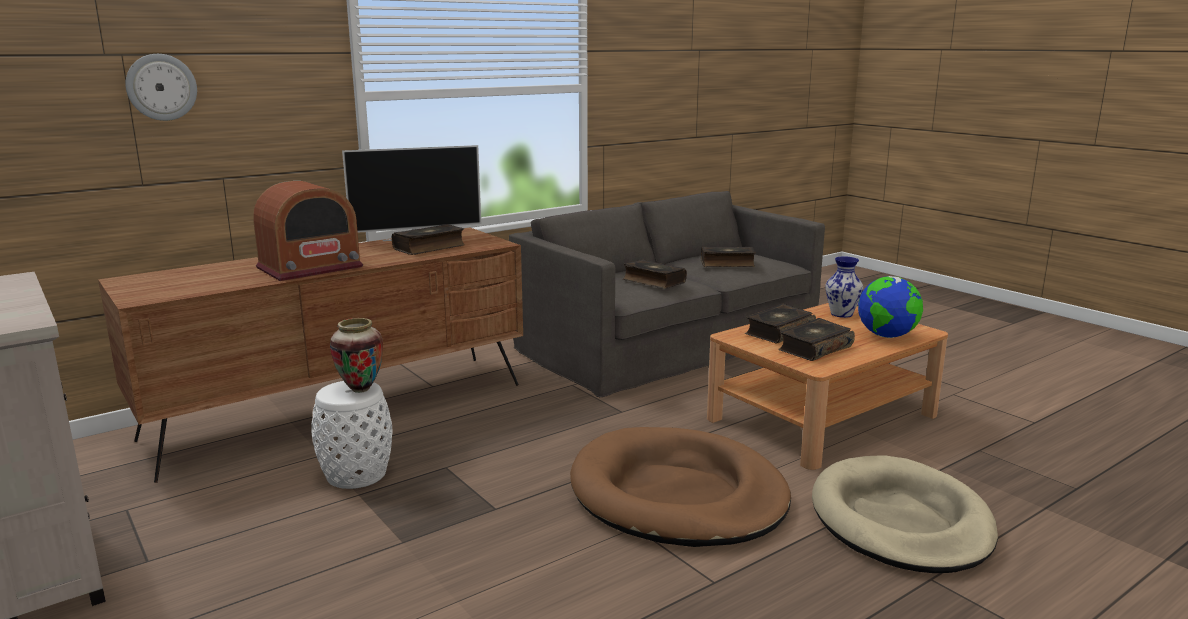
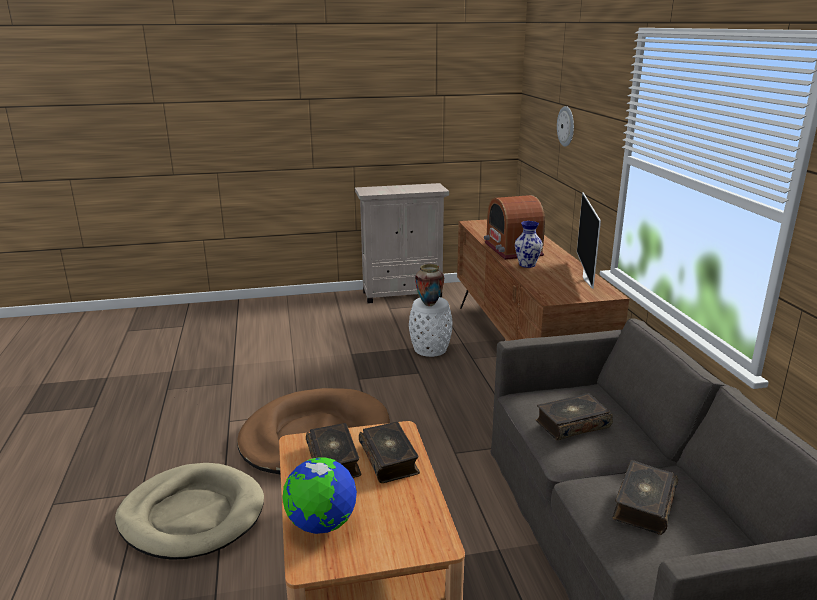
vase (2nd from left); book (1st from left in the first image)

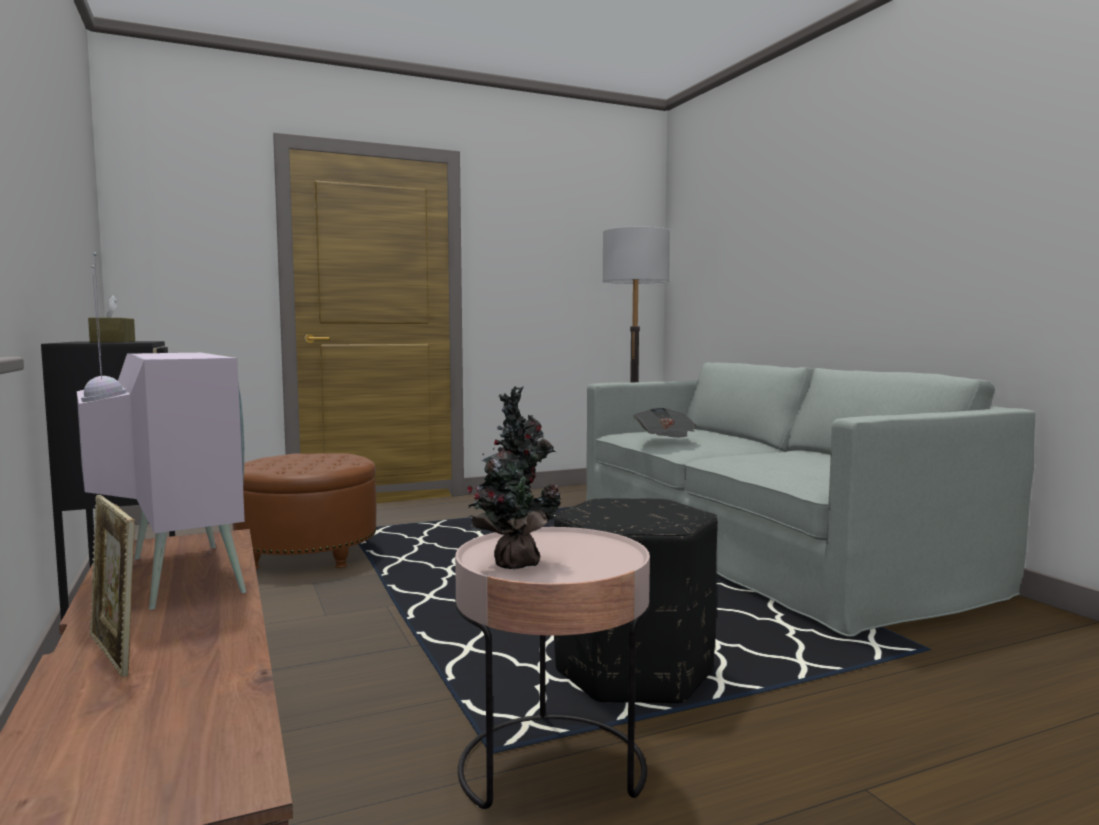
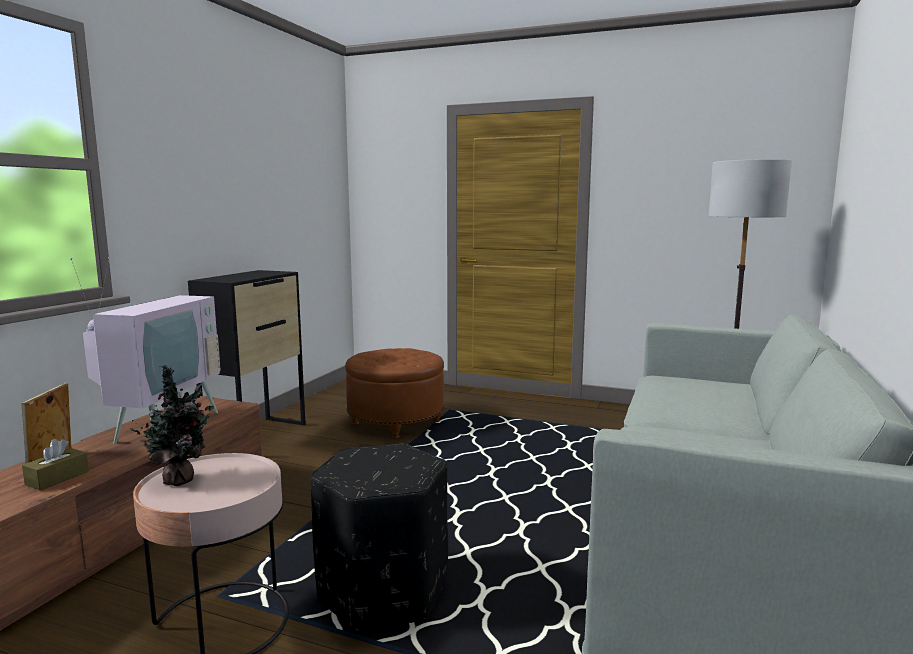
tissue box in brown; newspaper

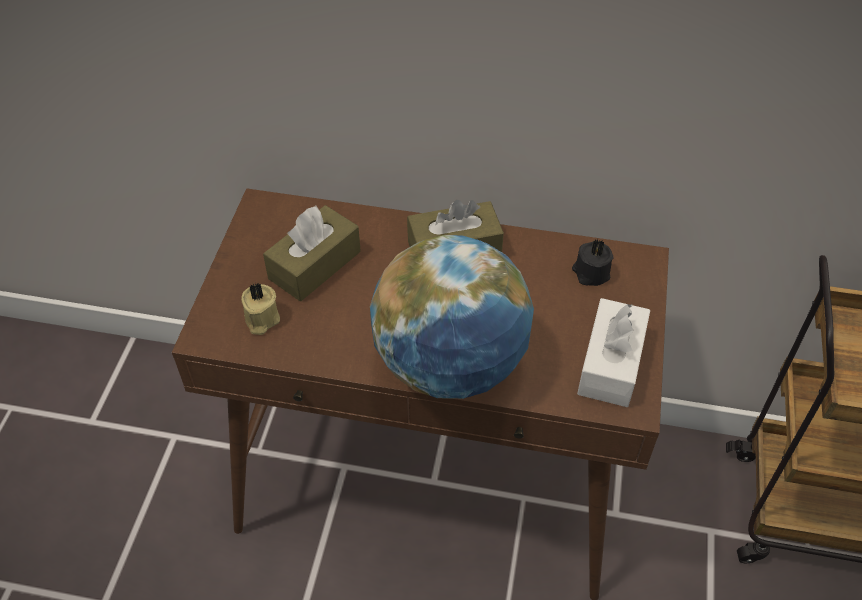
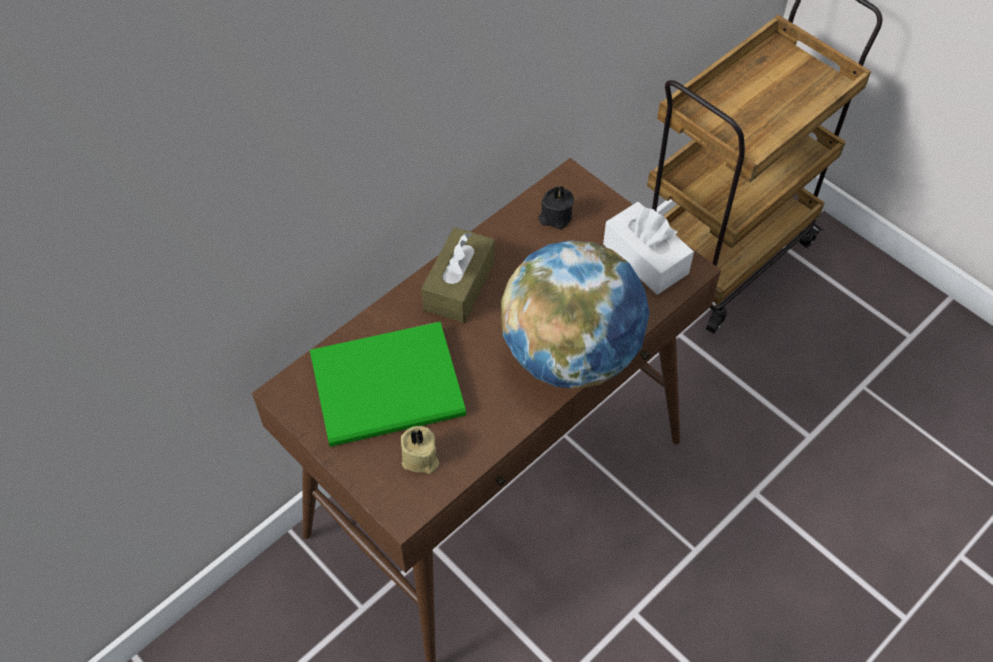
book in green

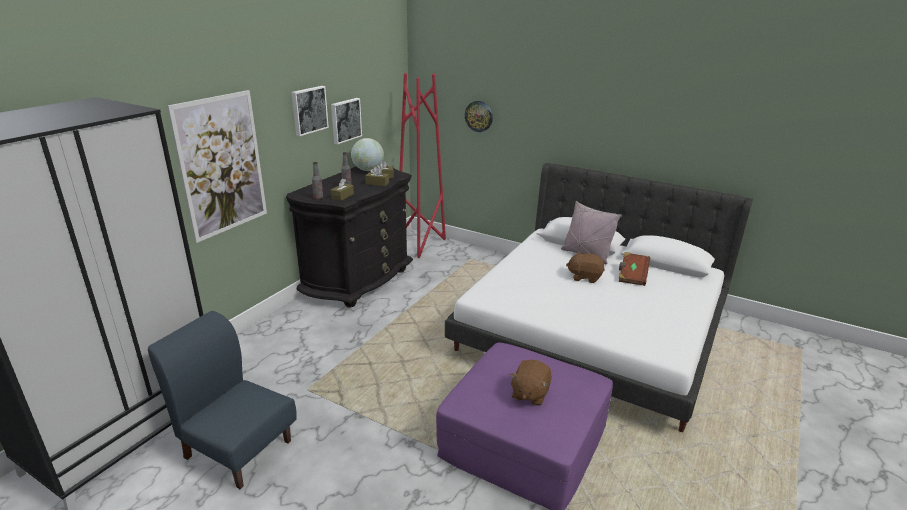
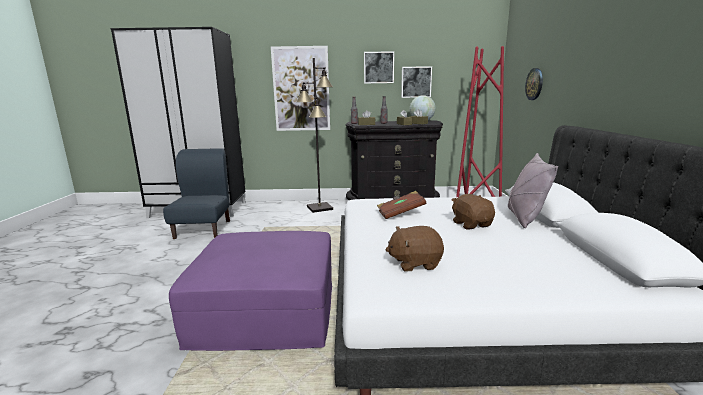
floor lamp in black; book in brown; plush toy in brown (1st from left)

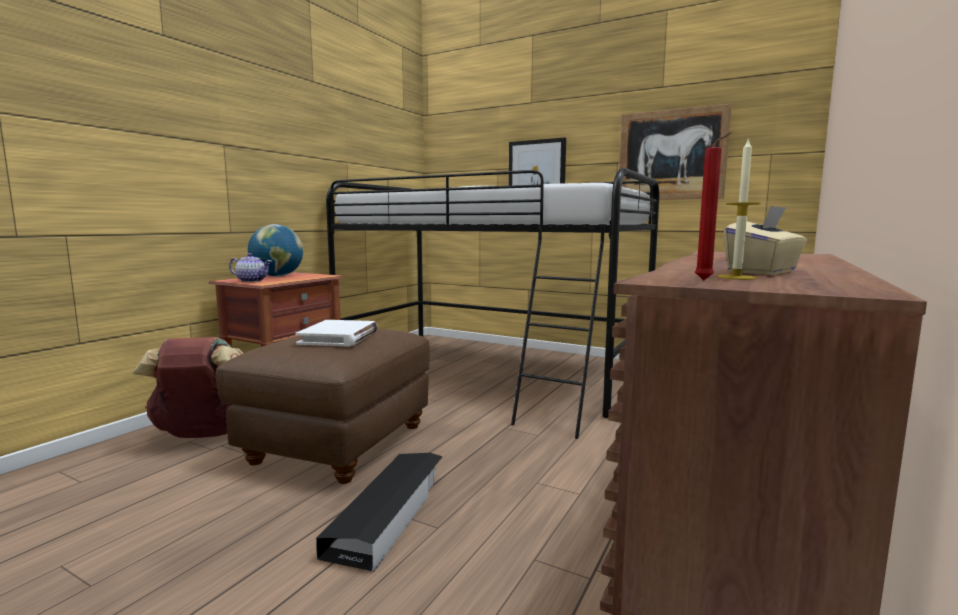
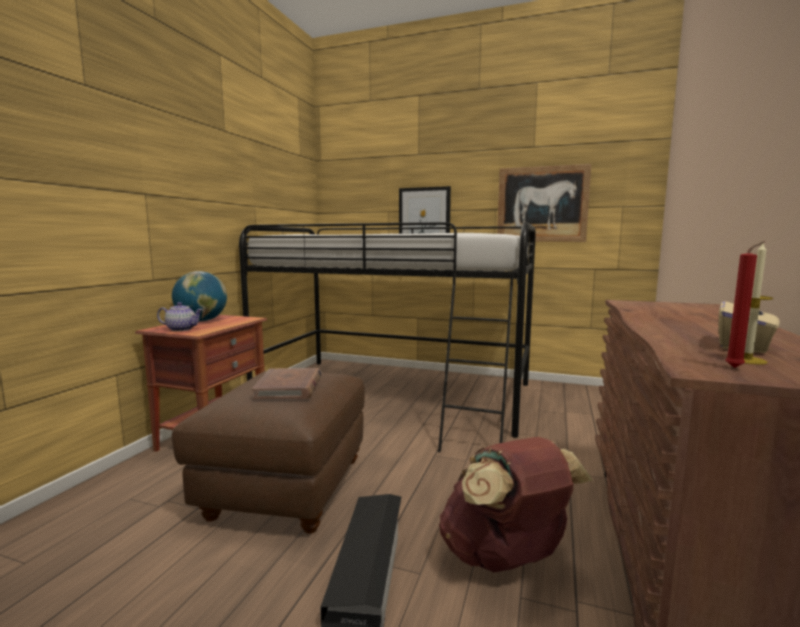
book in brown; backpack in brown

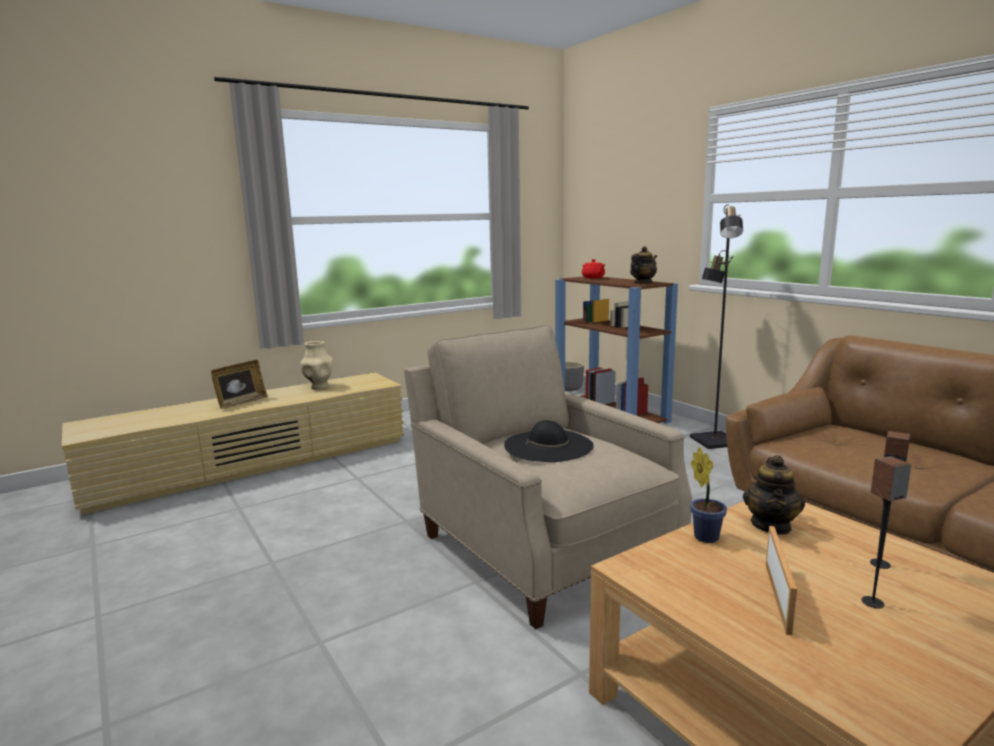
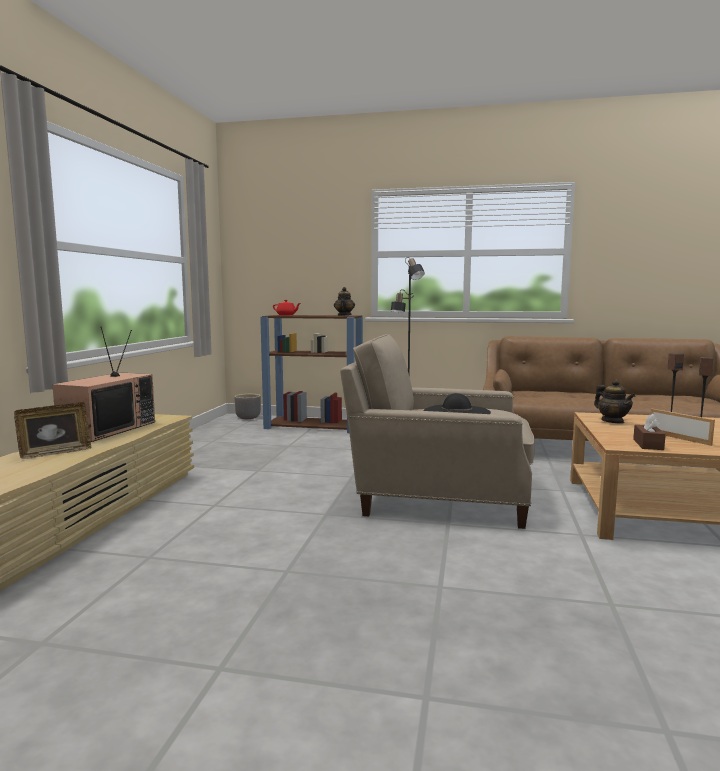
picture frame (1st from left); television; tissue box in brown; potted plant

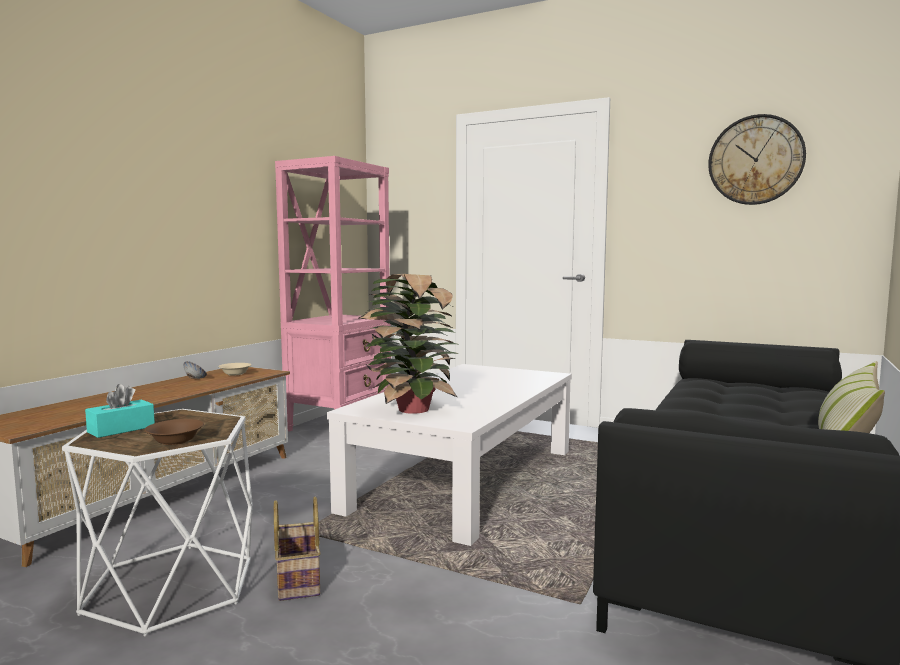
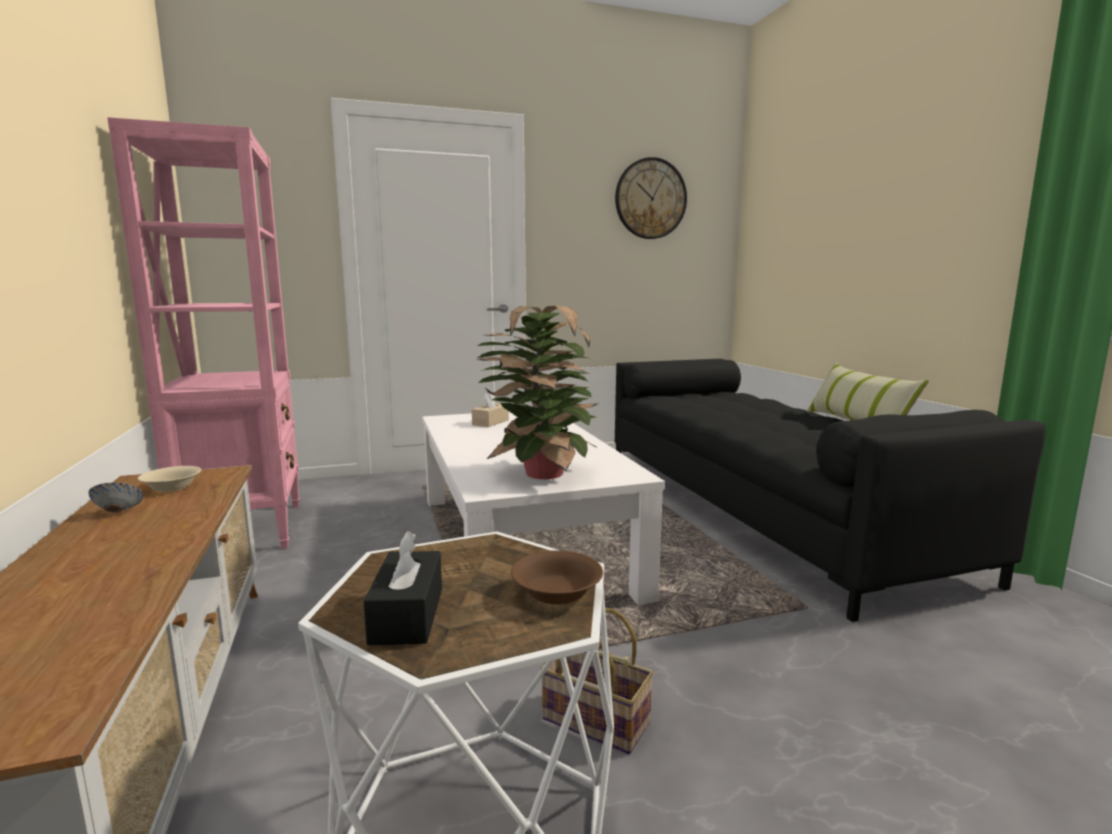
tissue box in black; tissue box in beige

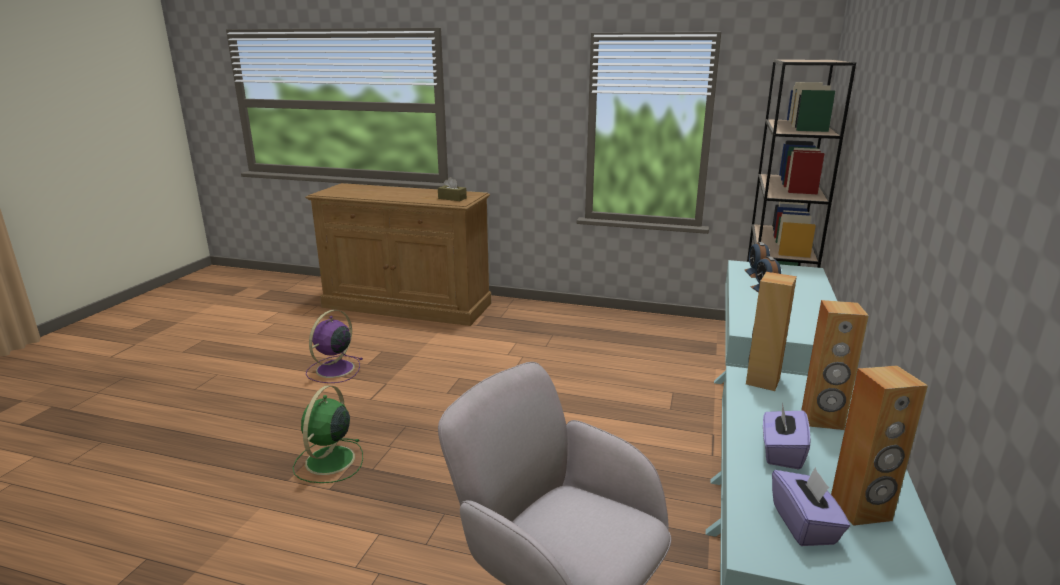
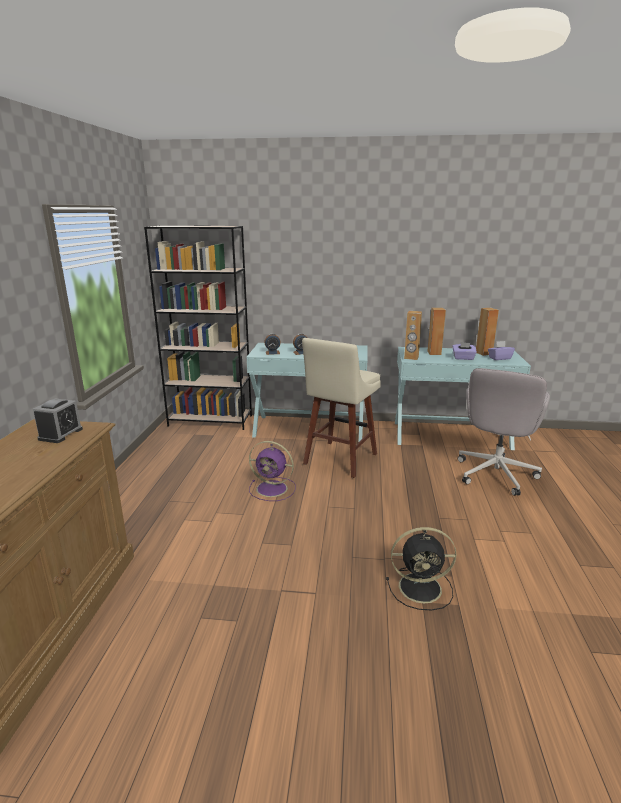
alarm clock (1st from left); fan in purple; stool in beige; fan in black

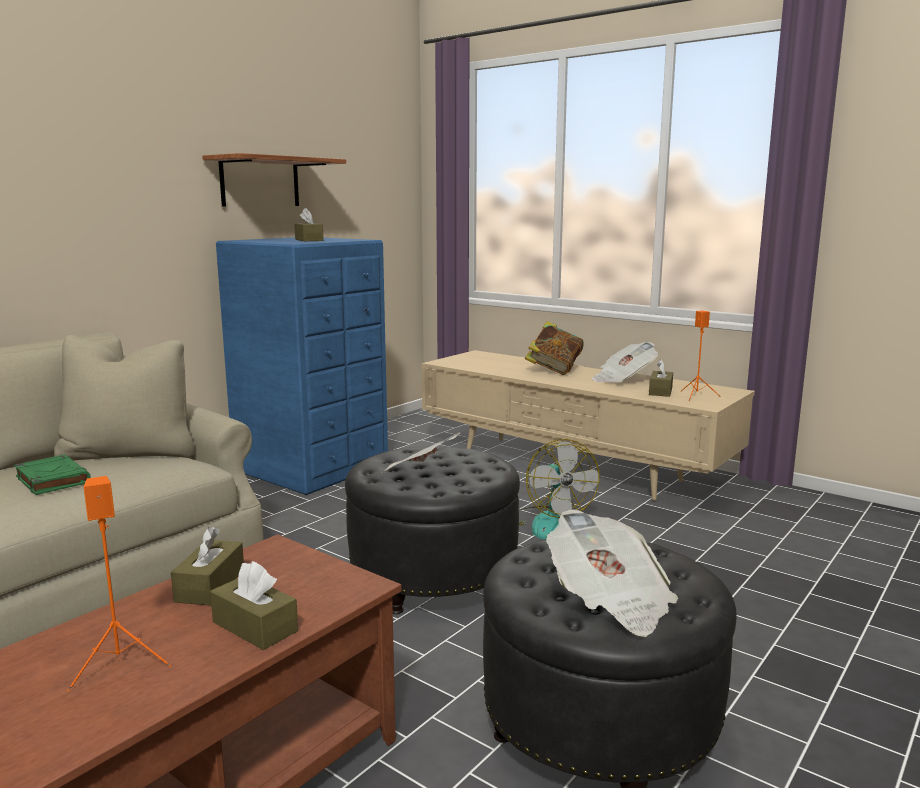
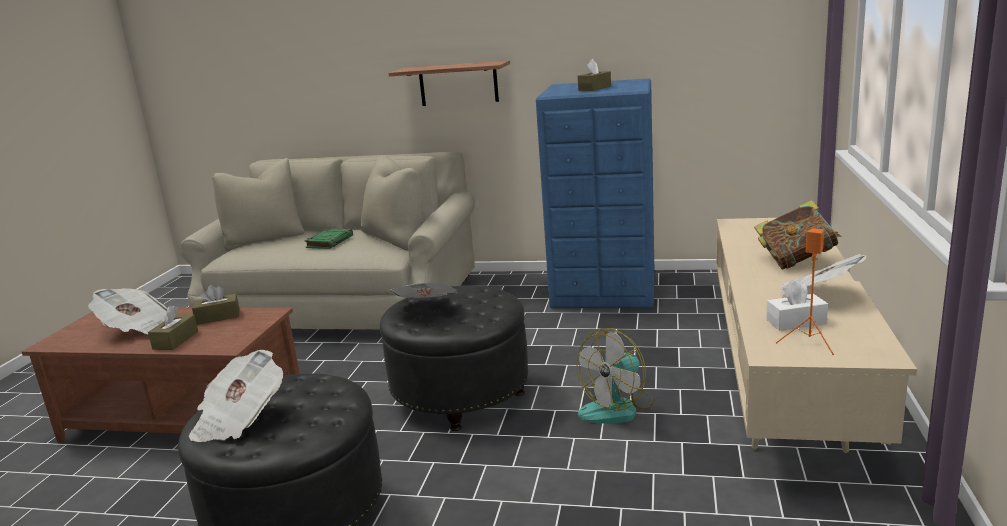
newspaper (1st from left); shelf; tissue box in white

